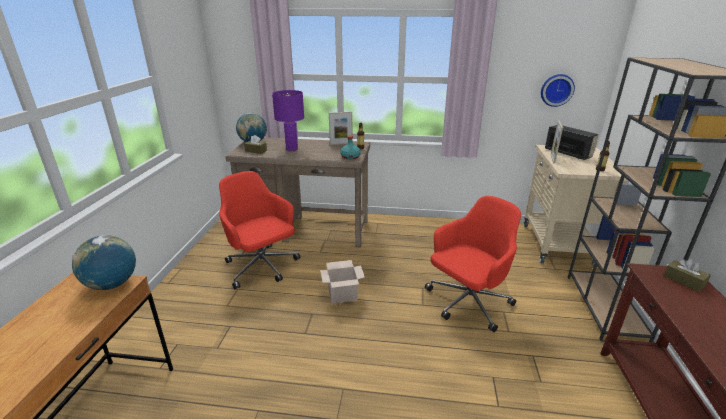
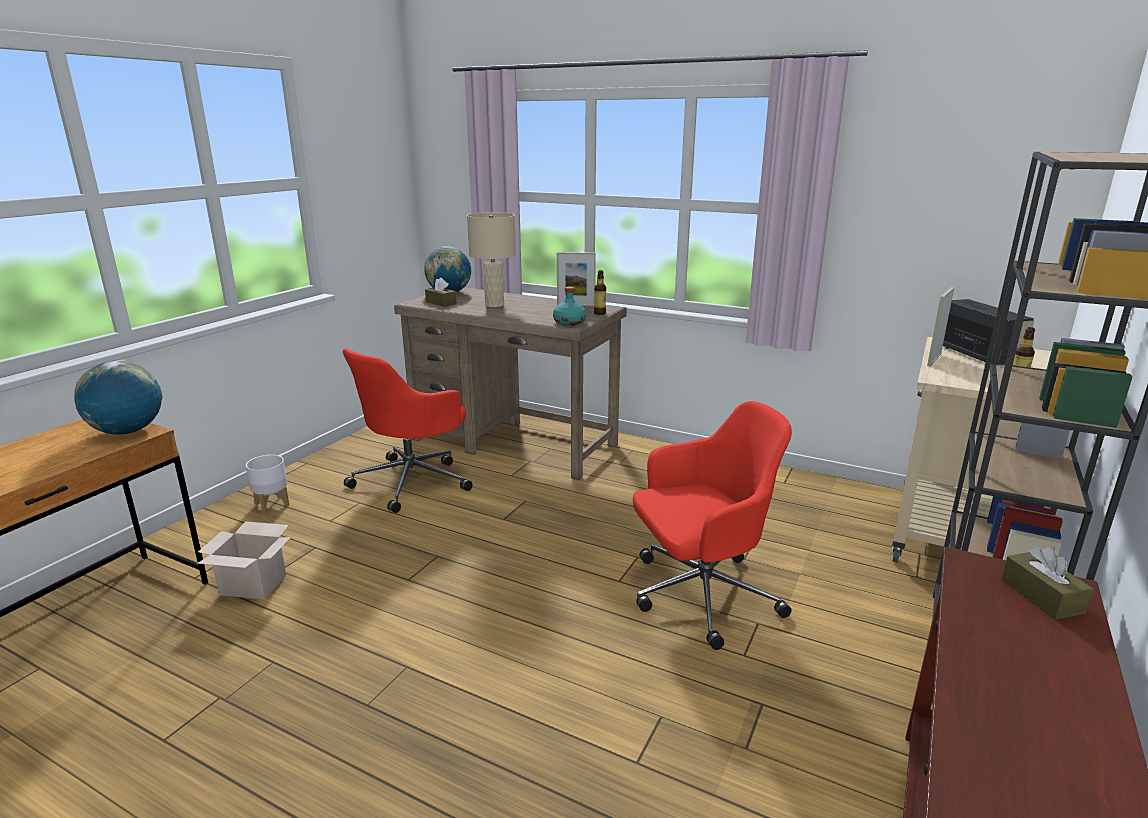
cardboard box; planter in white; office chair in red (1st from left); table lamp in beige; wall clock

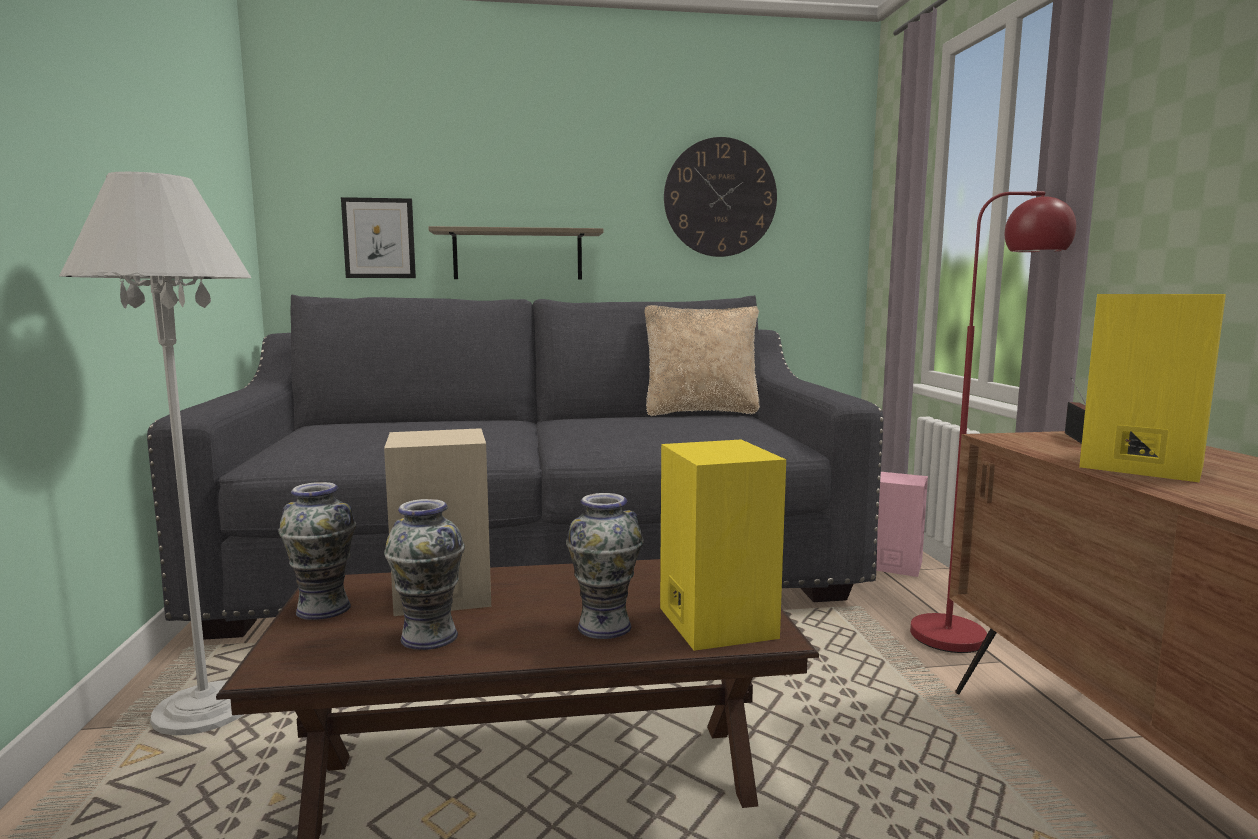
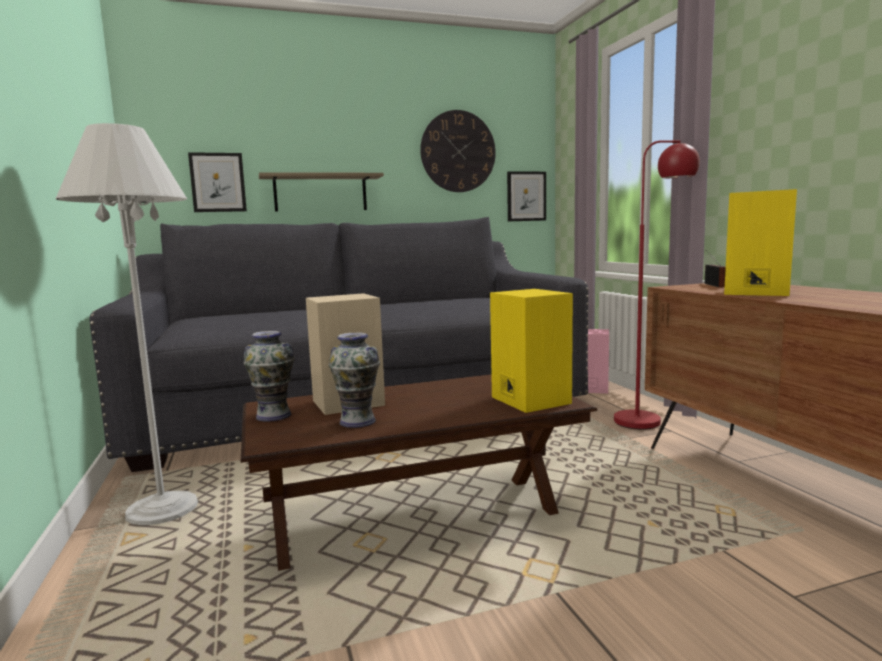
picture (2nd from left); vase (3rd from left in the first image); pillow in beige

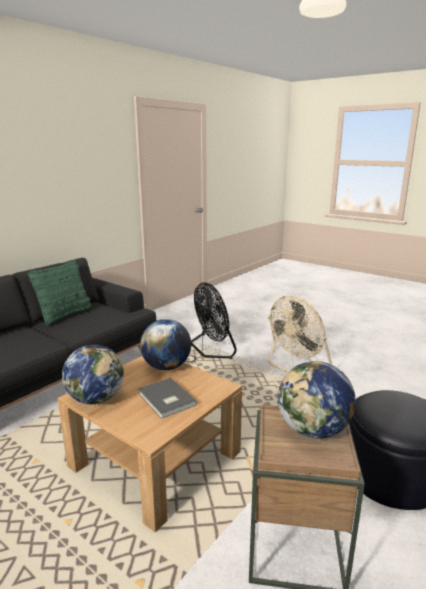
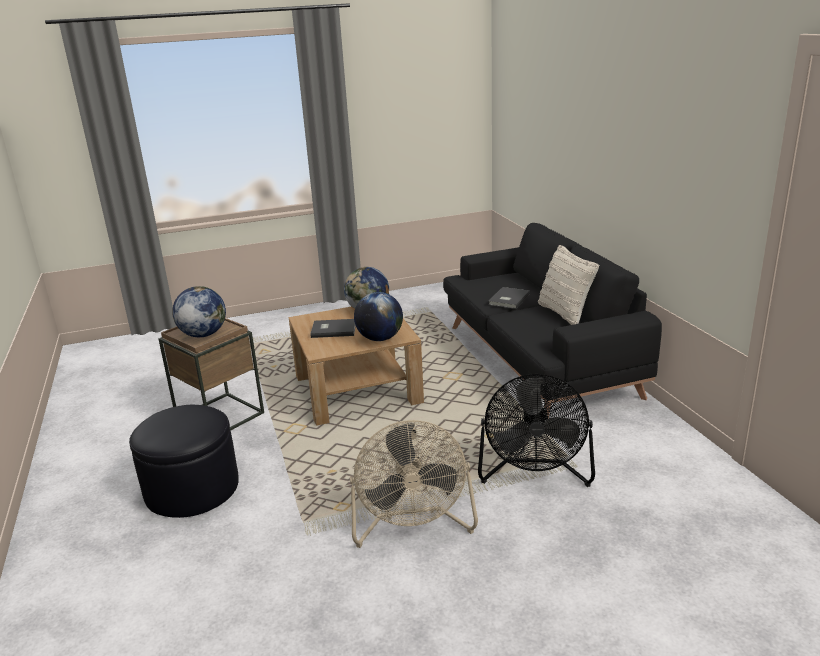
book in grey (2nd from left); pillow in beige

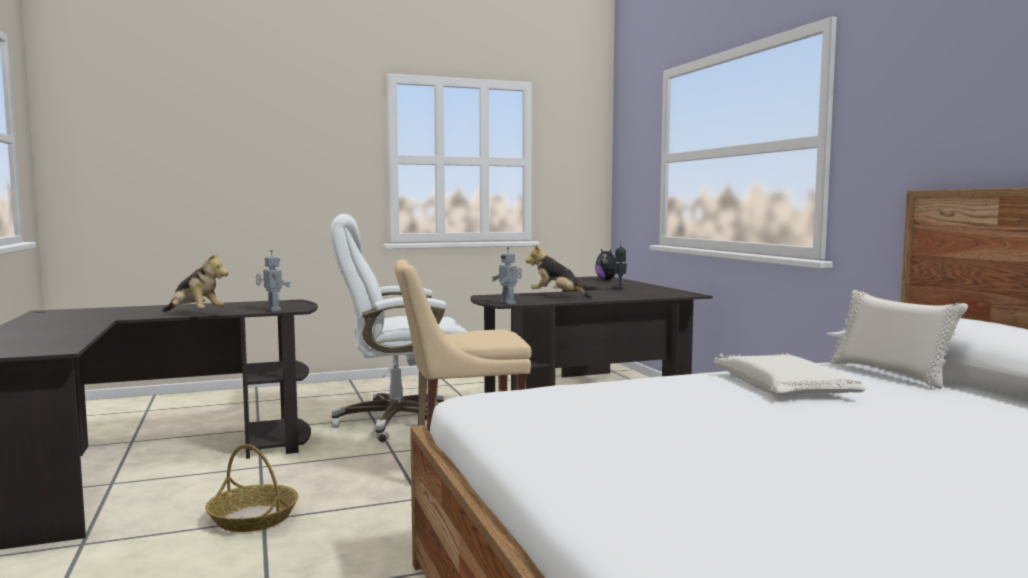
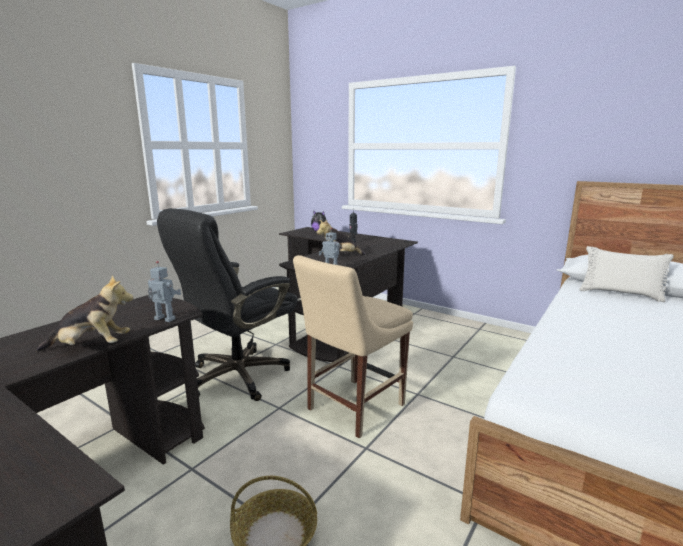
office chair in black; pillow in white (1st from left in the first image)

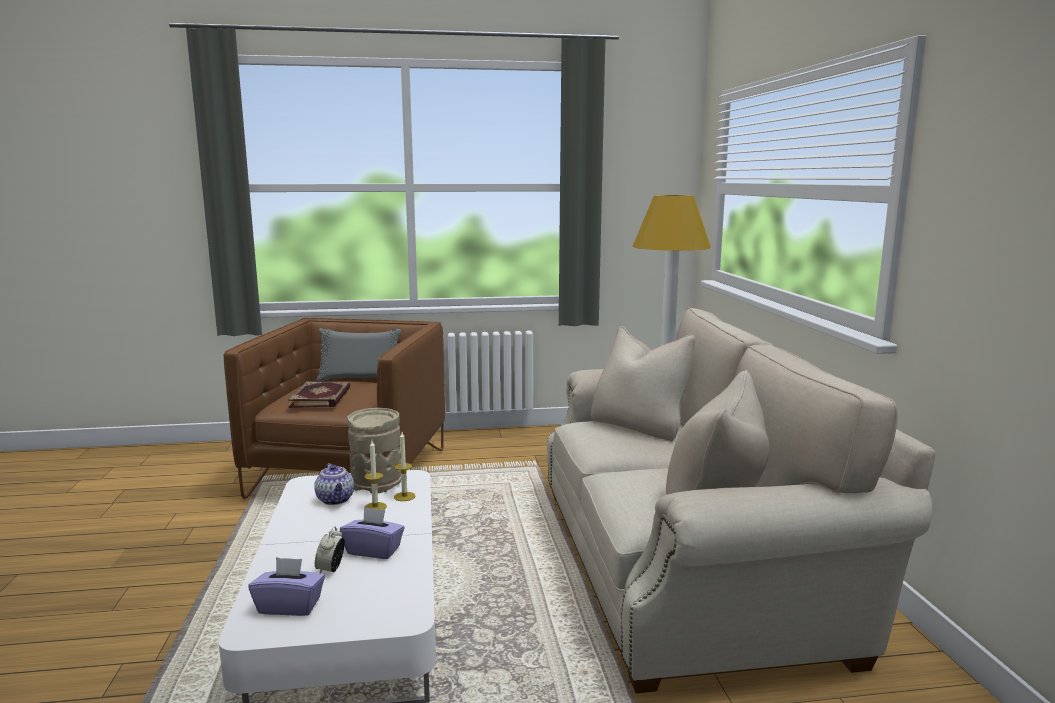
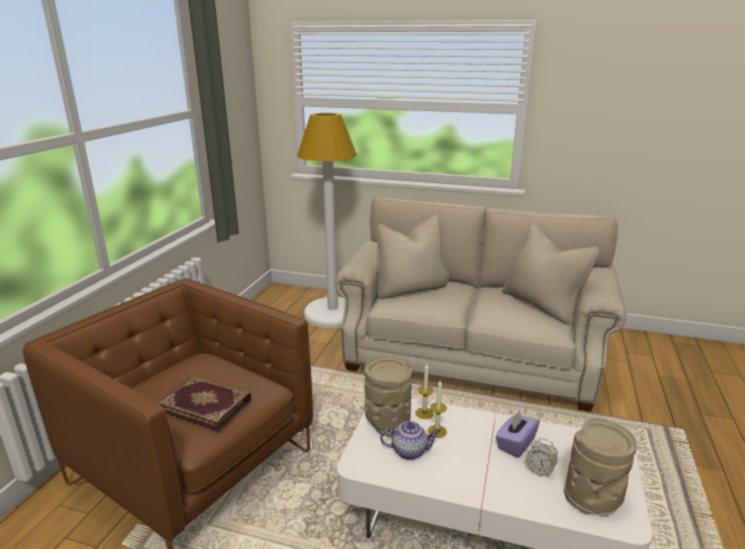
vase in beige (2nd from left); pillow in grey

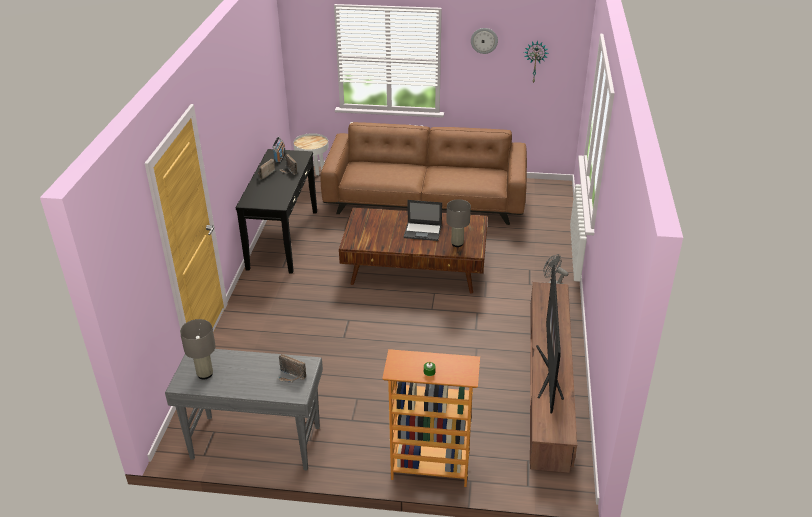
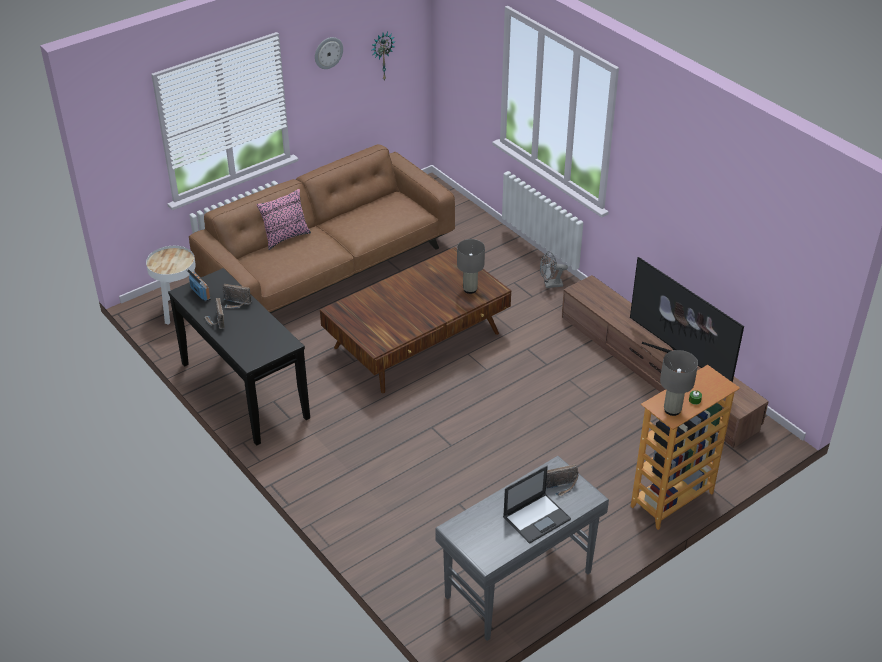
pillow in pink; laptop; table lamp in grey (2nd from left)

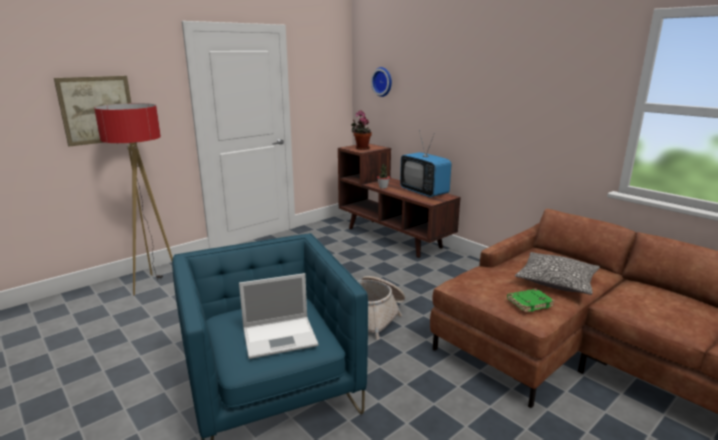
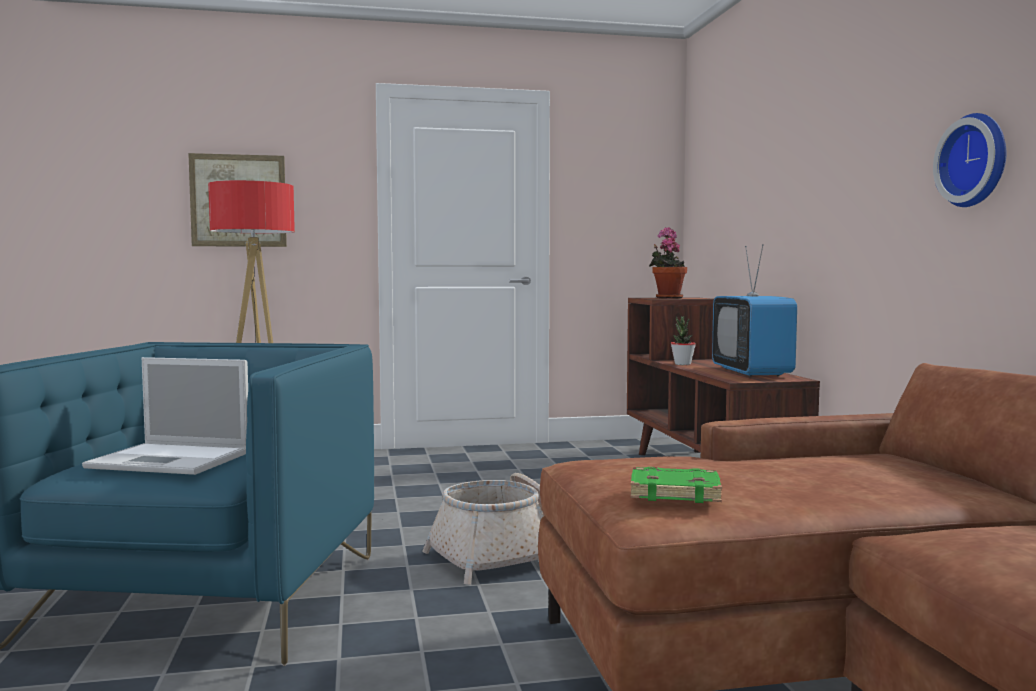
wall clock; pillow

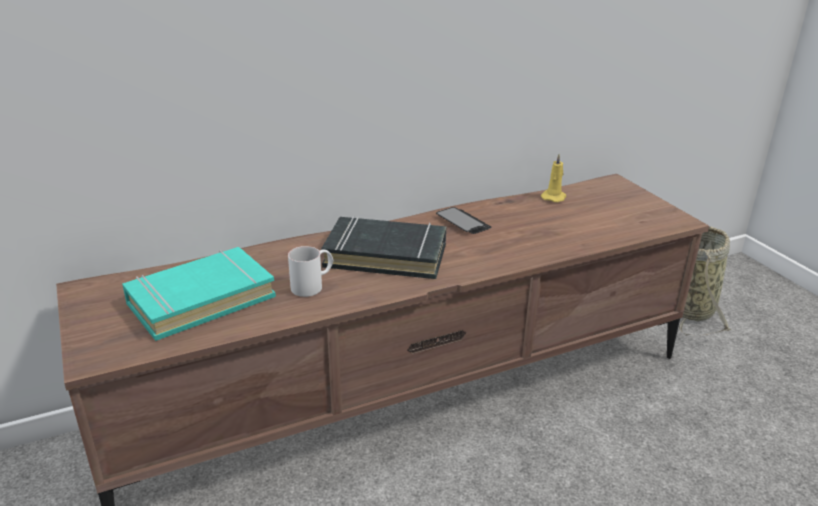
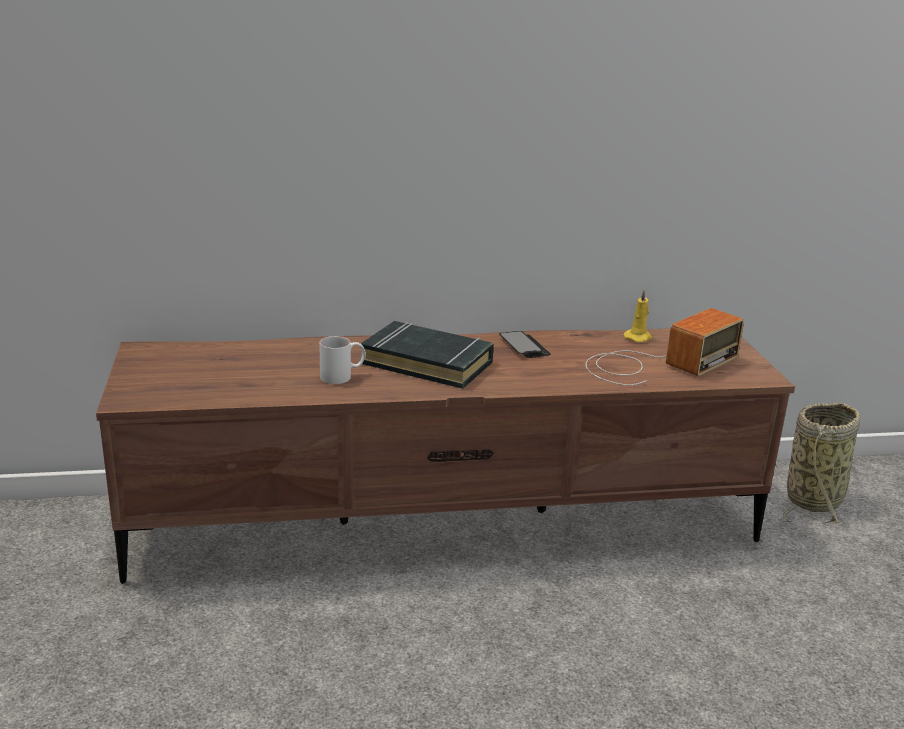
radio; book in turquoise

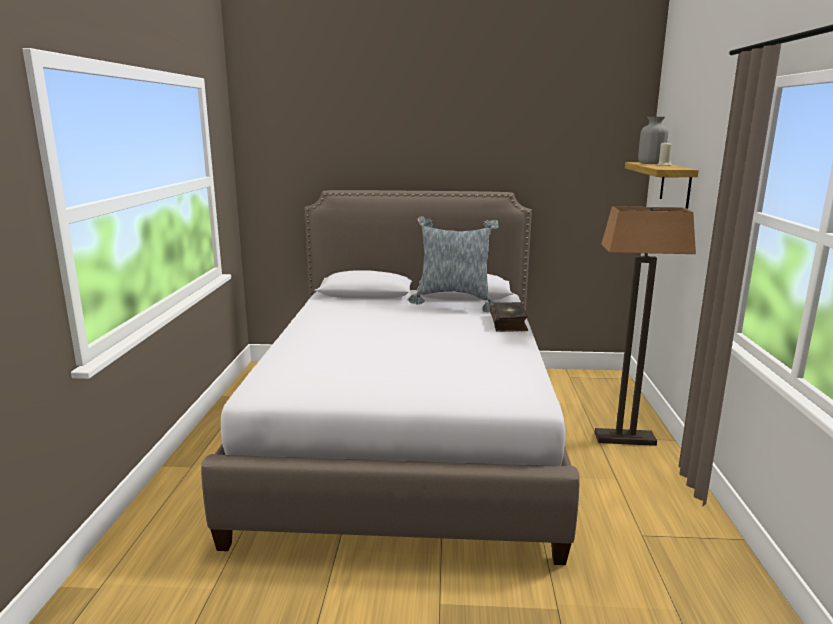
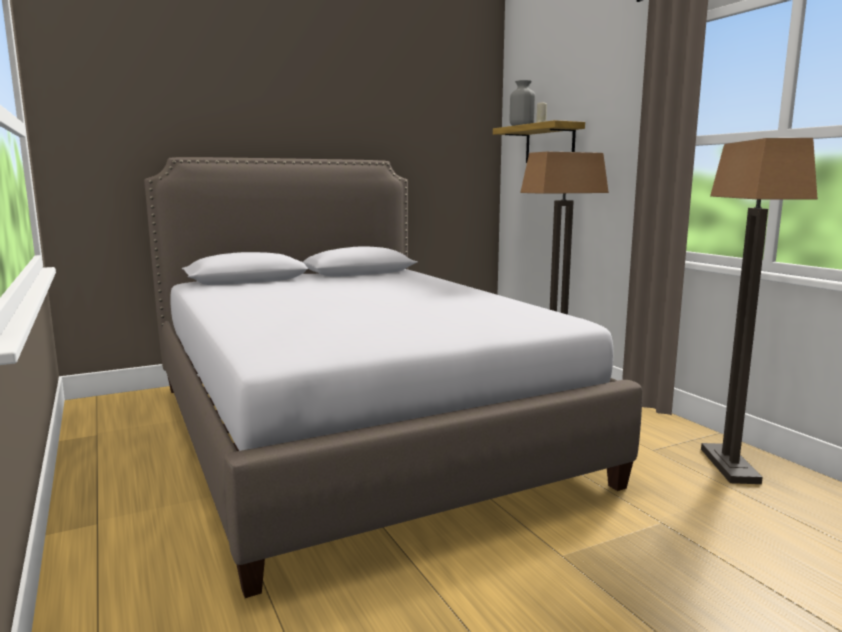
floor lamp (2nd from left); pillow; book

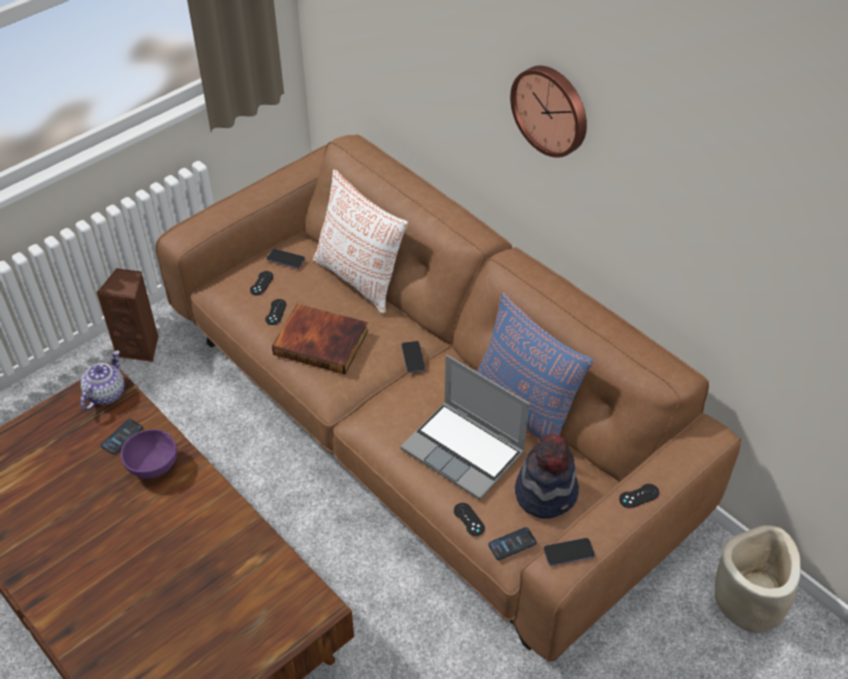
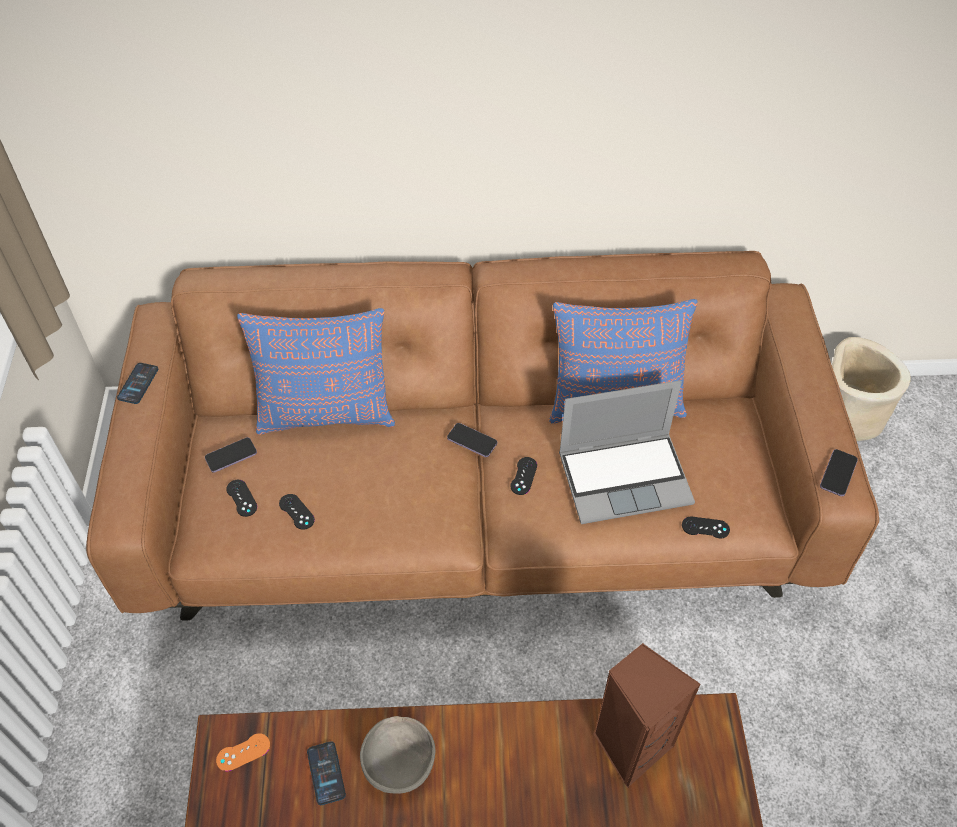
phone (1st from left); game controller in orange; pillow in blue (1st from left); bowl in grey; game controller in black (3rd from left); speaker in brown; book; wall clock; hat

